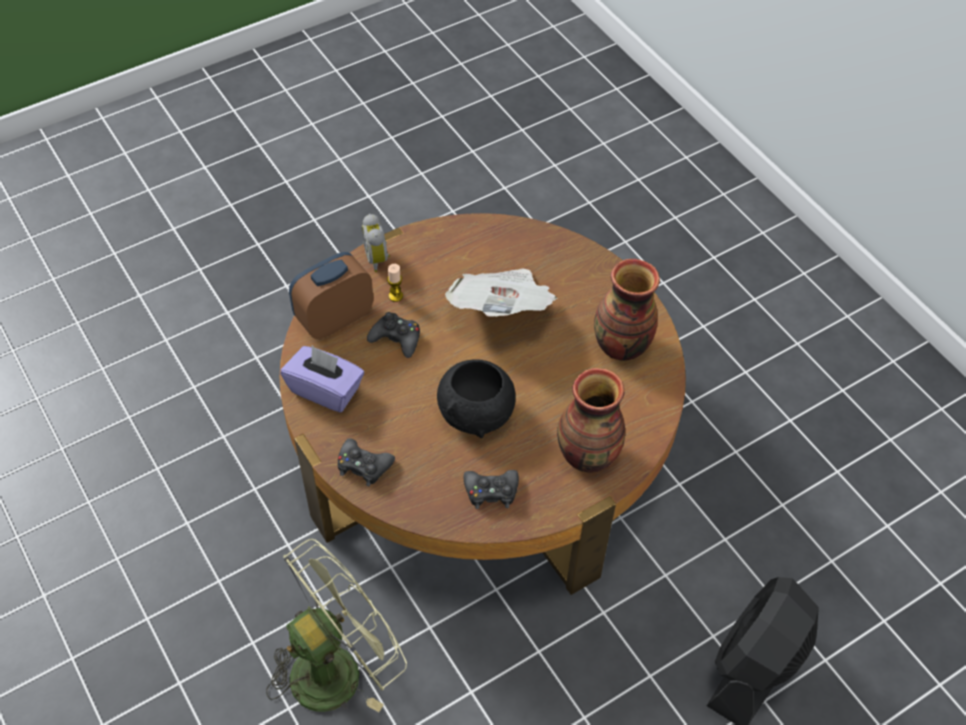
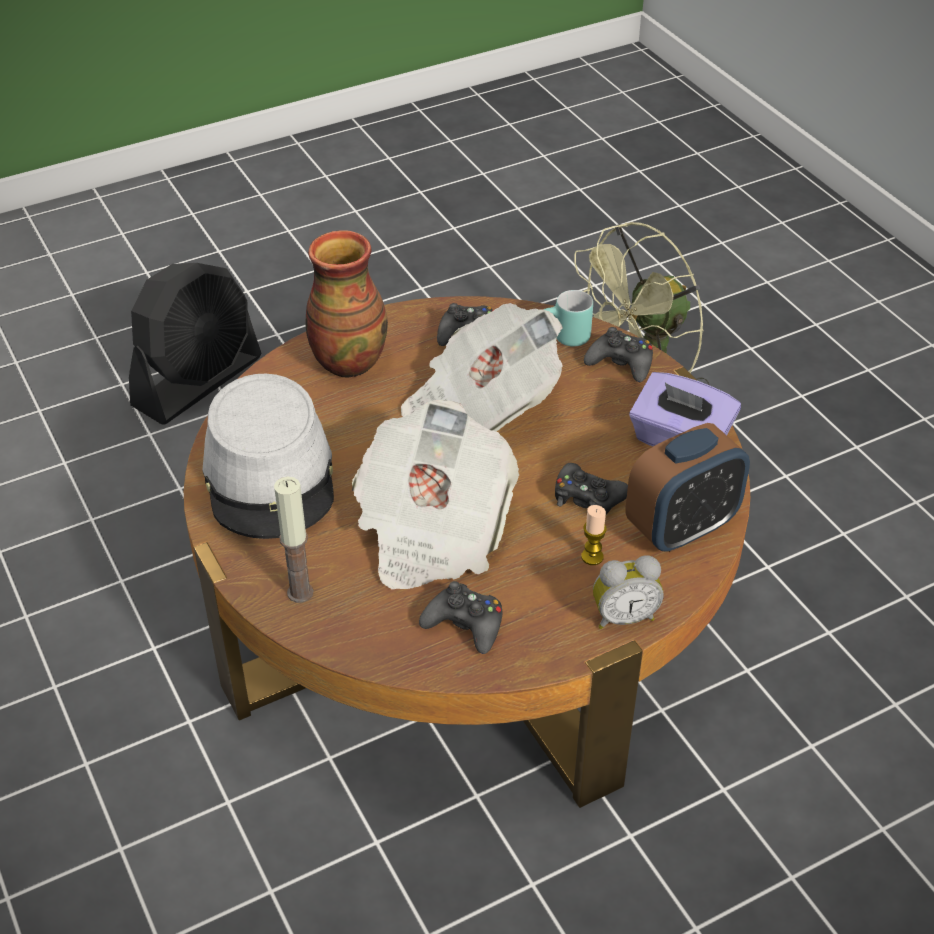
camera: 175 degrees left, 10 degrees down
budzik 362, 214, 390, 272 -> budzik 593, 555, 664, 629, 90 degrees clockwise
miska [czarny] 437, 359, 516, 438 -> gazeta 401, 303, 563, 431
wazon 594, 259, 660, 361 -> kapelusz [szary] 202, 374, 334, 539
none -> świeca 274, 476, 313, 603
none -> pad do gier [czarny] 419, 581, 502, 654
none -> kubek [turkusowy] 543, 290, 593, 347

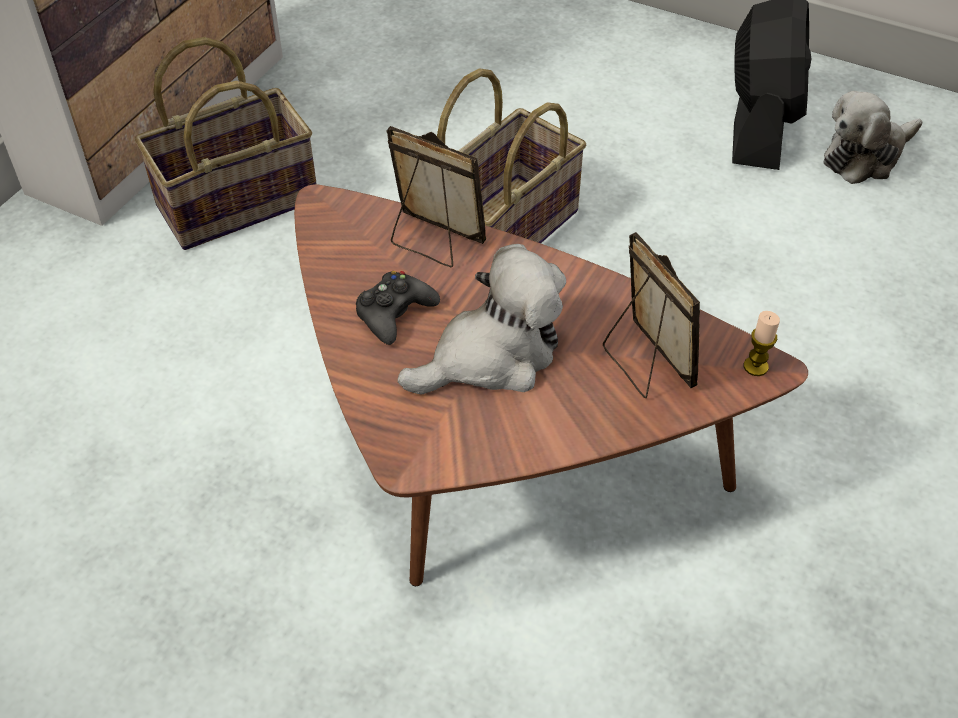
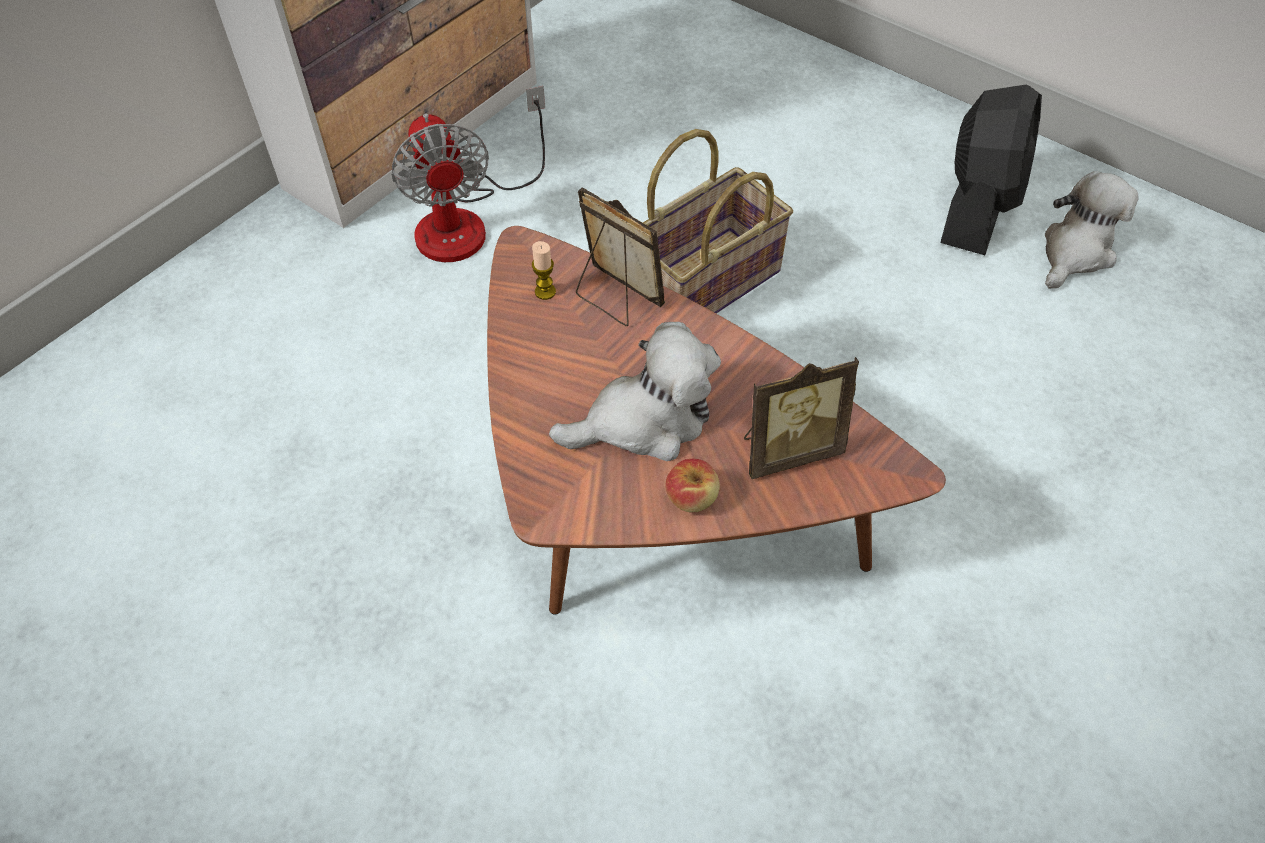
camera: 10 degrees right, 5 degrees up
koszyk 135, 37, 317, 250 -> wentylator 391, 86, 545, 262
pad do gier [czarny] 356, 271, 440, 345 -> none
ramka na zdjęcie 603, 232, 700, 398 -> ramka na zdjęcie 744, 357, 859, 479, 90 degrees clockwise
świeca 744, 311, 780, 376 -> świeca 532, 241, 556, 300, moved
pluszak 824, 91, 922, 184 -> pluszak 1045, 171, 1138, 289, 150 degrees clockwise
none -> jabłko 665, 459, 720, 513

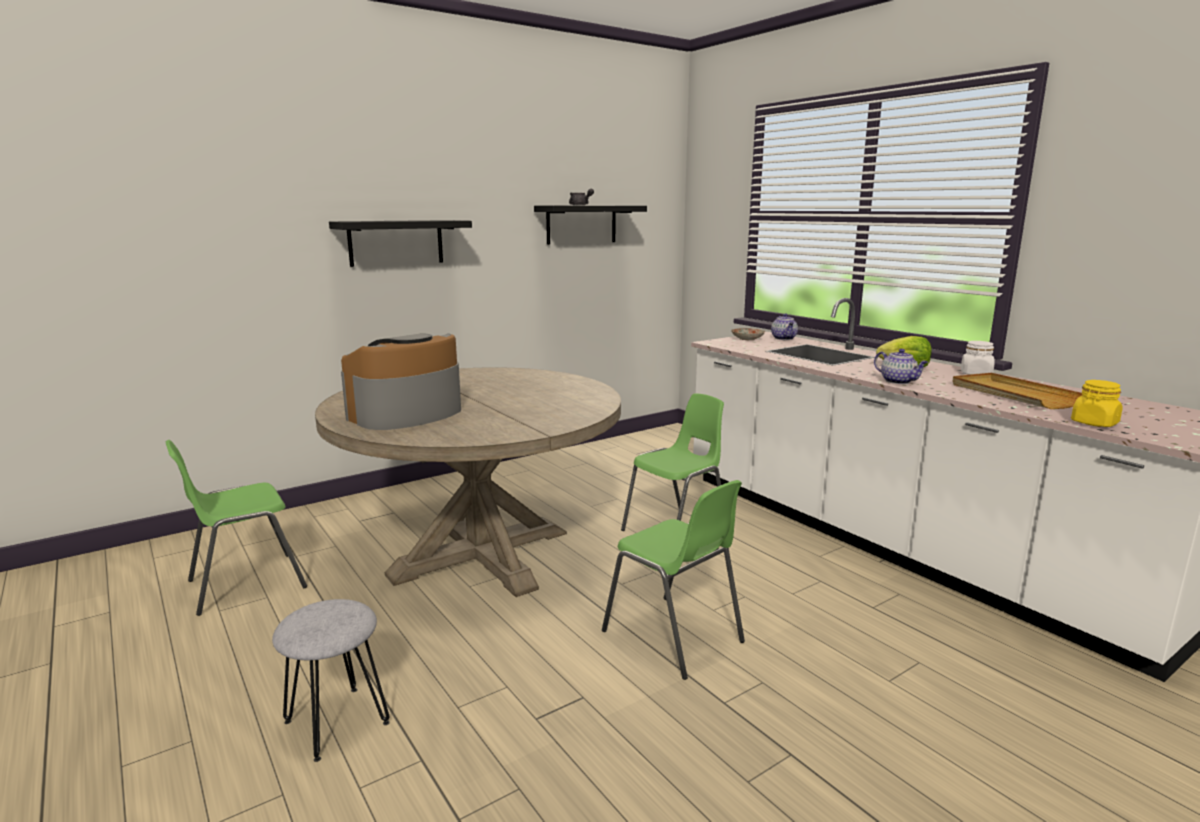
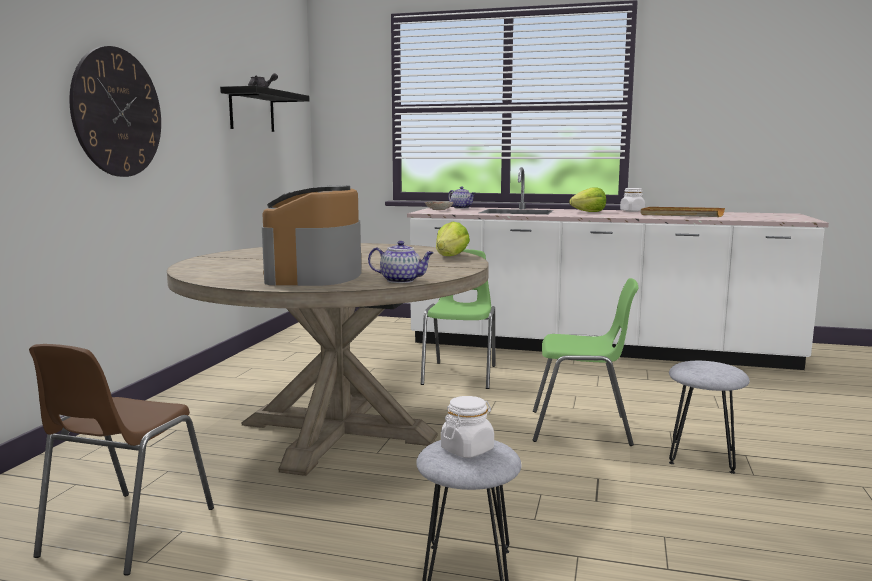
camera: 40 degrees left, 5 degrees down
krzesło [zielony] 166, 440, 307, 616 -> krzesło [brązowy] 29, 344, 214, 576
półka [czarny] 329, 220, 472, 267 -> zegar ścienny 69, 46, 161, 177
imbryk 874, 349, 928, 384 -> imbryk 368, 241, 434, 283, moved
słoik [żółty] 1071, 380, 1122, 427 -> none
none -> sałata 436, 222, 470, 256
none -> słoik [biały] 441, 396, 494, 458
none -> stołek [szary] 669, 361, 750, 474

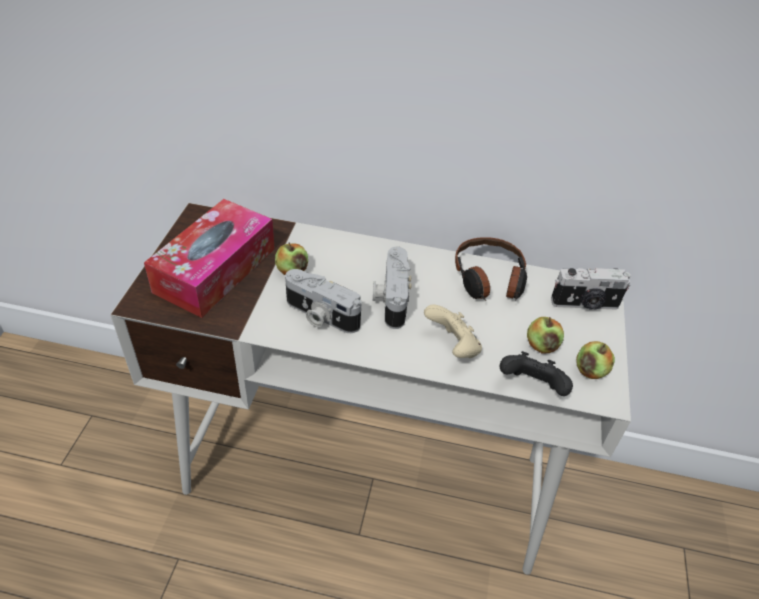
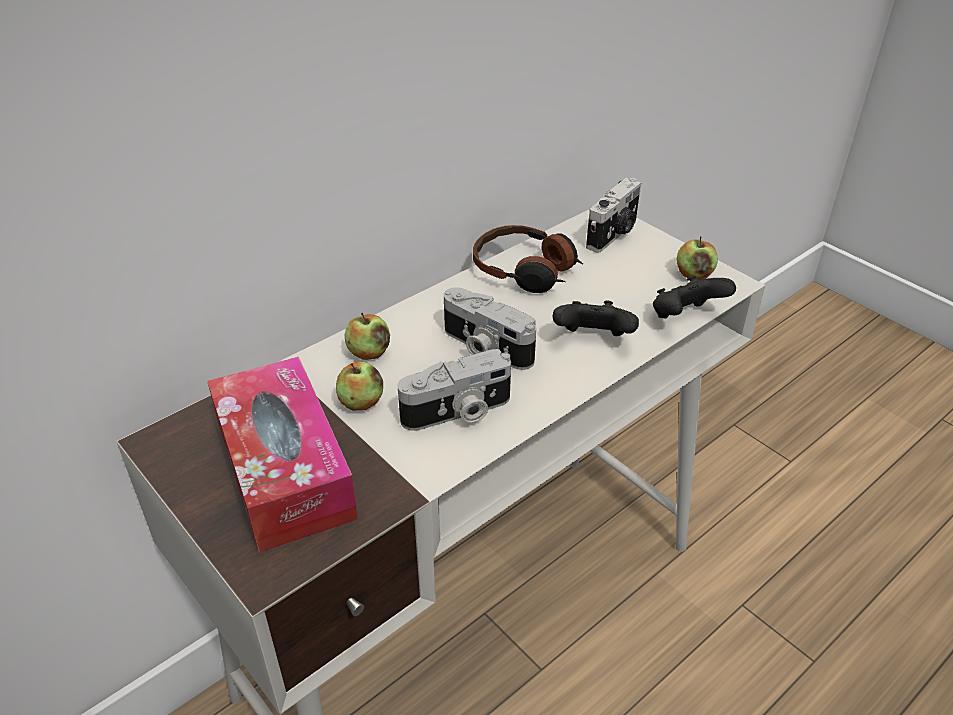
camera: 50 degrees left, 5 degrees down
pad do gier [beżowy] 424, 305, 482, 358 -> pad do gier [czarny] 553, 301, 639, 336
jabłko 527, 317, 564, 354 -> jabłko 345, 313, 390, 360, moved

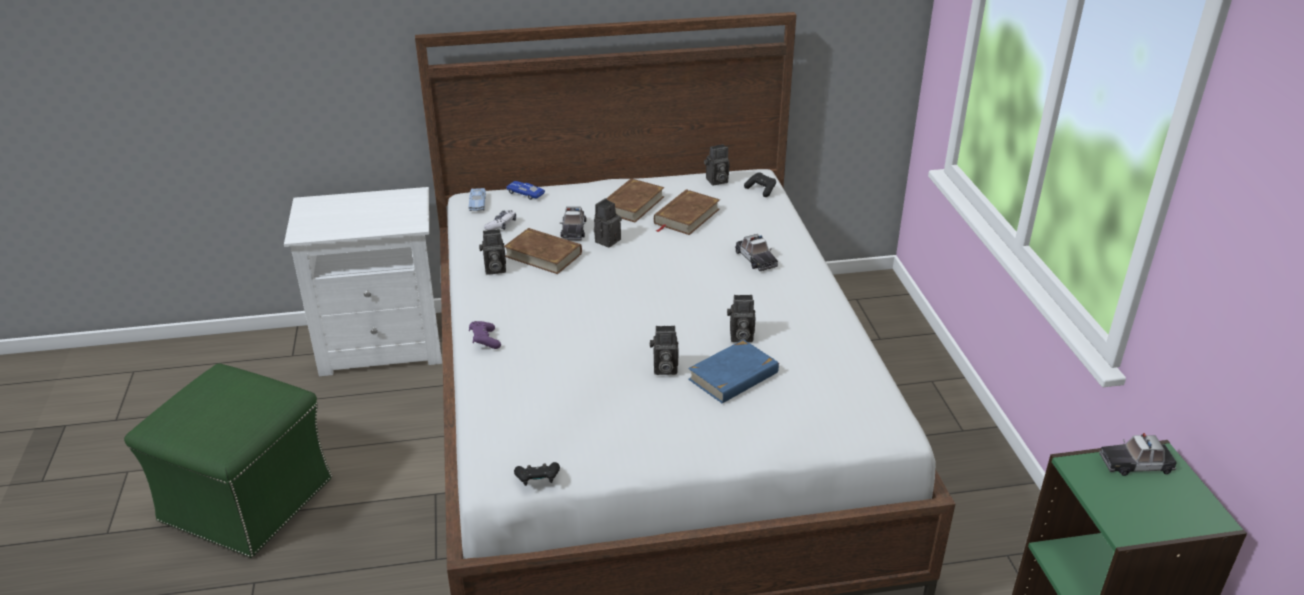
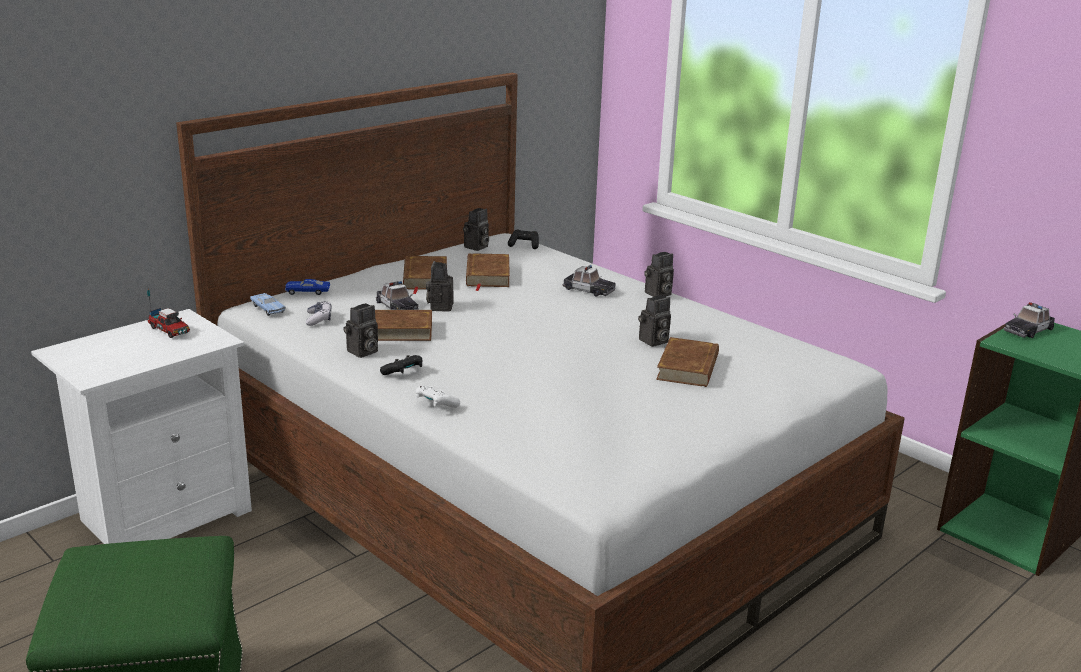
camera: 35 degrees left, 10 degrees down
pad do gier [fioletowy] 469, 321, 501, 349 -> pad do gier [biały] 415, 386, 460, 408
pad do gier [czarny] 514, 462, 560, 486 -> pad do gier [czarny] 380, 355, 422, 375, moved
aparat fotograficzny 650, 326, 679, 375 -> aparat fotograficzny 644, 252, 674, 297, moved
książka [niebieski] 688, 339, 779, 403 -> książka [brązowy] 656, 337, 719, 387
none -> ciężarówka zabawkowa 147, 288, 190, 338

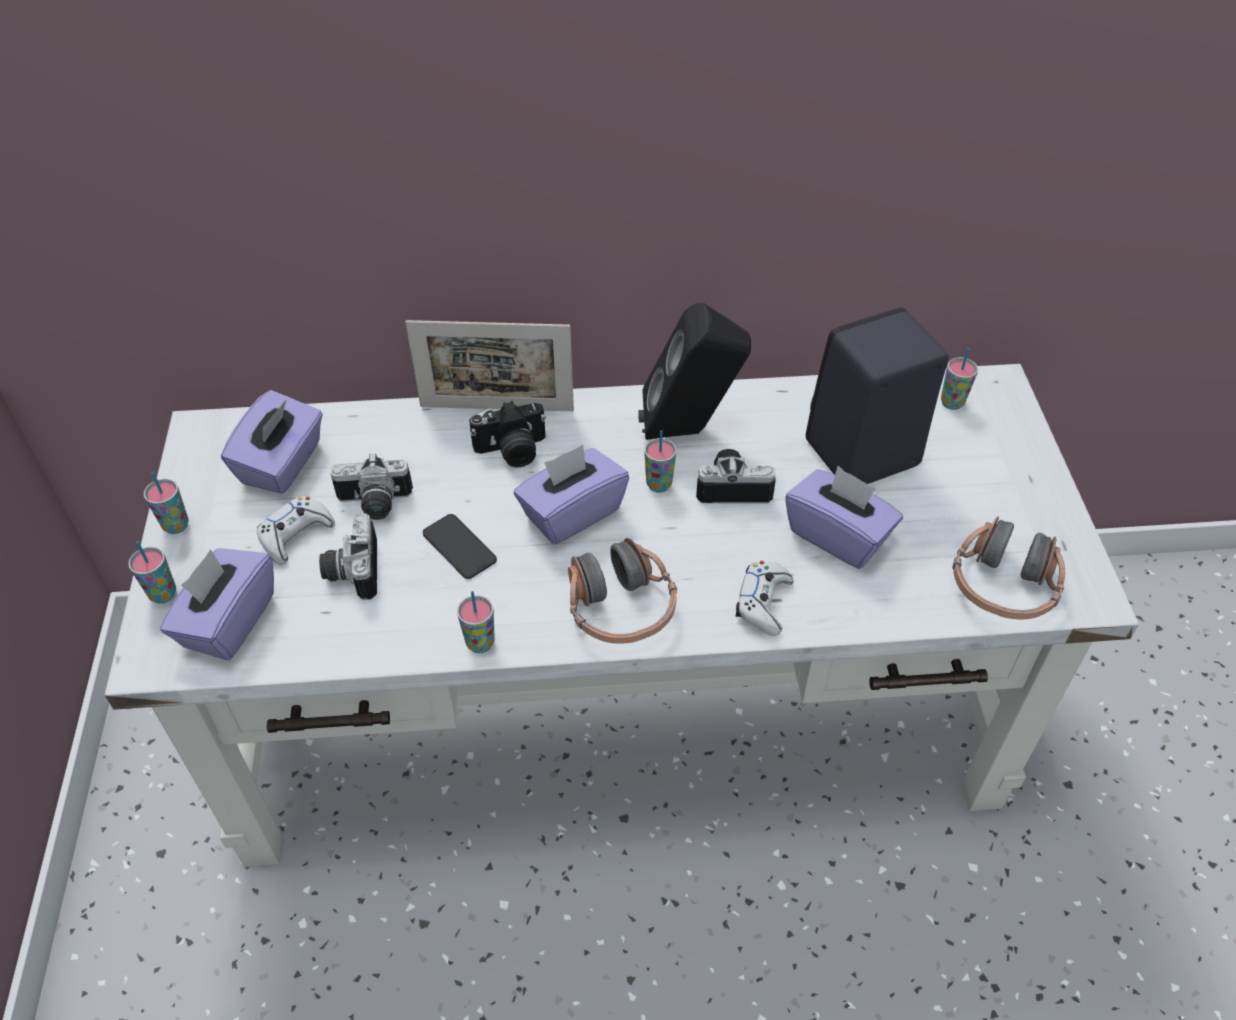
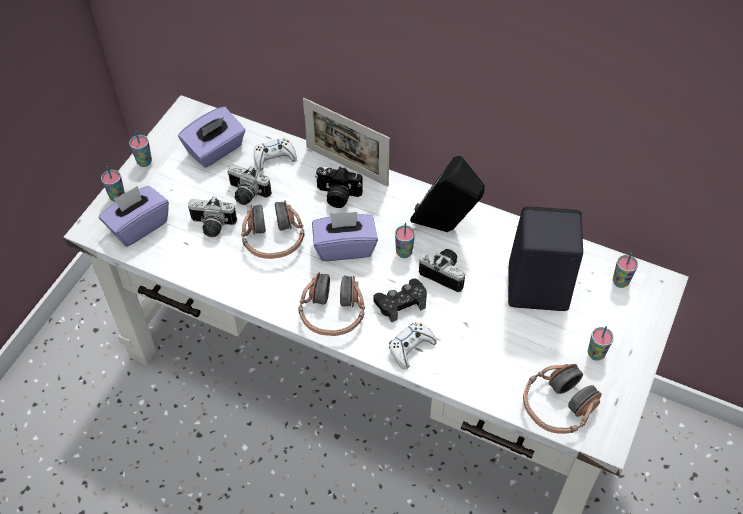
camera: 30 degrees right, 5 degrees up
pad do gier [biały] 257, 496, 335, 565 -> pad do gier [biały] 254, 138, 297, 171, moved
aparat fotograficzny 319, 513, 377, 600 -> aparat fotograficzny 188, 196, 237, 237, 105 degrees counterclockwise
telefon 423, 514, 497, 579 -> słuchawki 241, 200, 304, 259
filiżanka 457, 591, 495, 653 -> filiżanka 588, 326, 614, 361, moved
pudełko chusteczek [fioletowy] 785, 466, 903, 569 -> none
none -> pad do gier [czarny] 374, 279, 427, 323

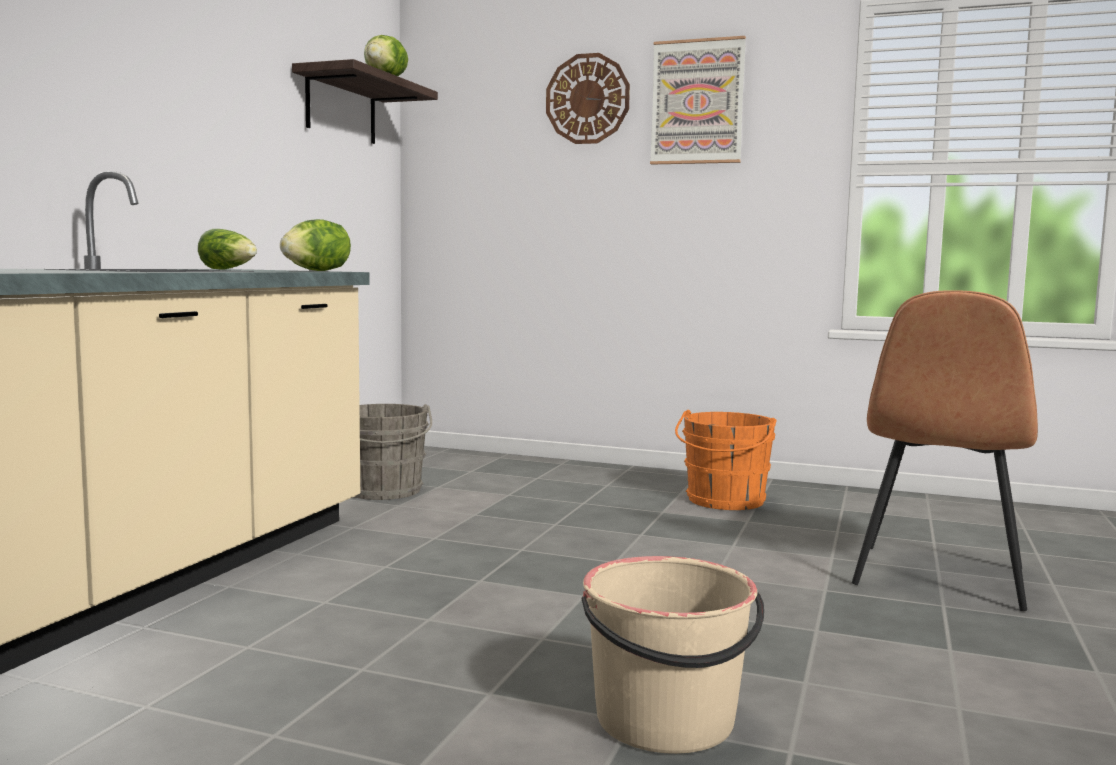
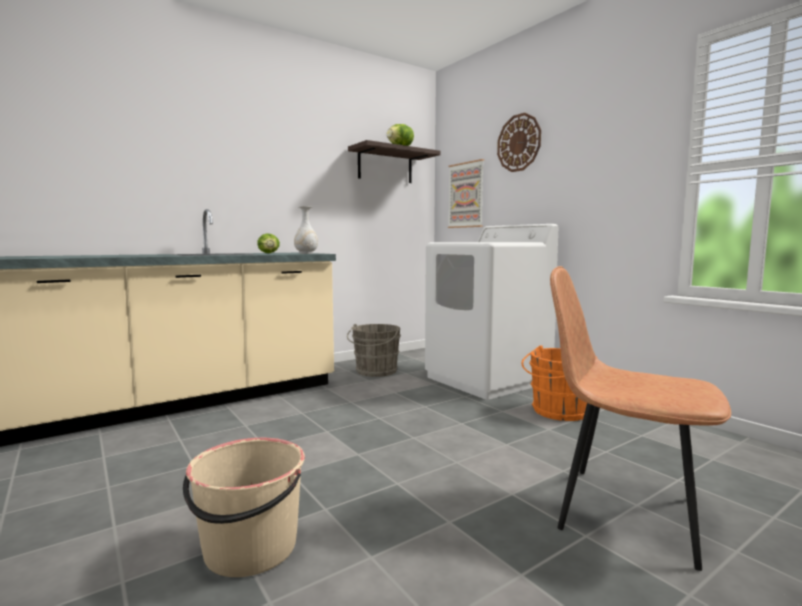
camera: 35 degrees right, 0 degrees up
sałata 280, 219, 351, 271 -> wazon [biały] 294, 206, 318, 254
obraz 650, 36, 746, 165 -> obraz 448, 159, 484, 228, moved
krzesło [brązowy] 852, 290, 1038, 611 -> krzesło [brązowy] 550, 266, 731, 571, 60 degrees clockwise
none -> pralka [biały] 425, 224, 558, 400

